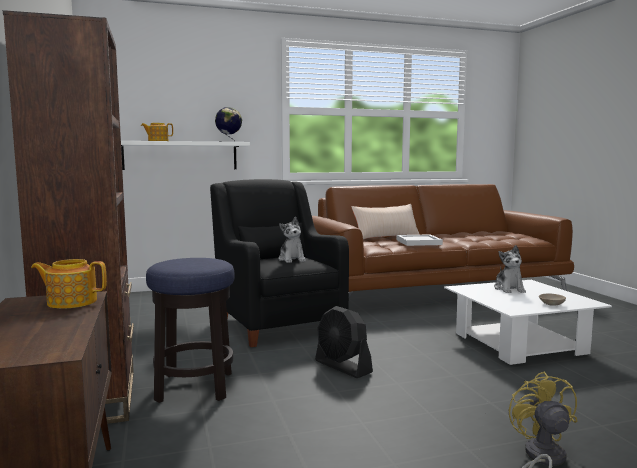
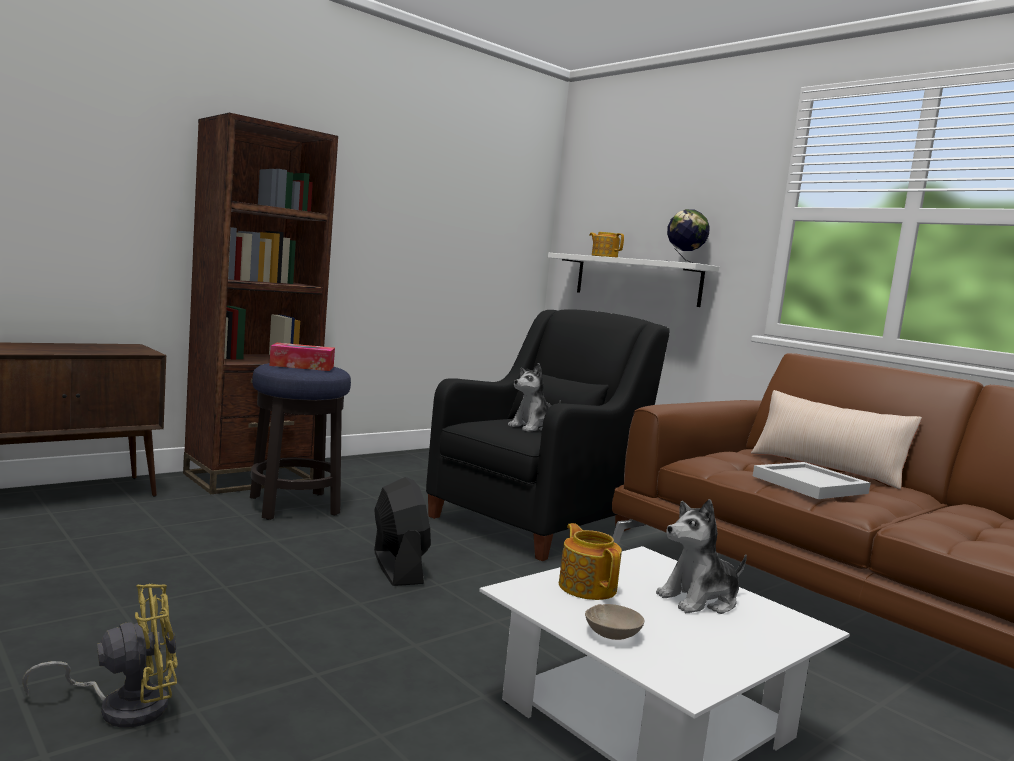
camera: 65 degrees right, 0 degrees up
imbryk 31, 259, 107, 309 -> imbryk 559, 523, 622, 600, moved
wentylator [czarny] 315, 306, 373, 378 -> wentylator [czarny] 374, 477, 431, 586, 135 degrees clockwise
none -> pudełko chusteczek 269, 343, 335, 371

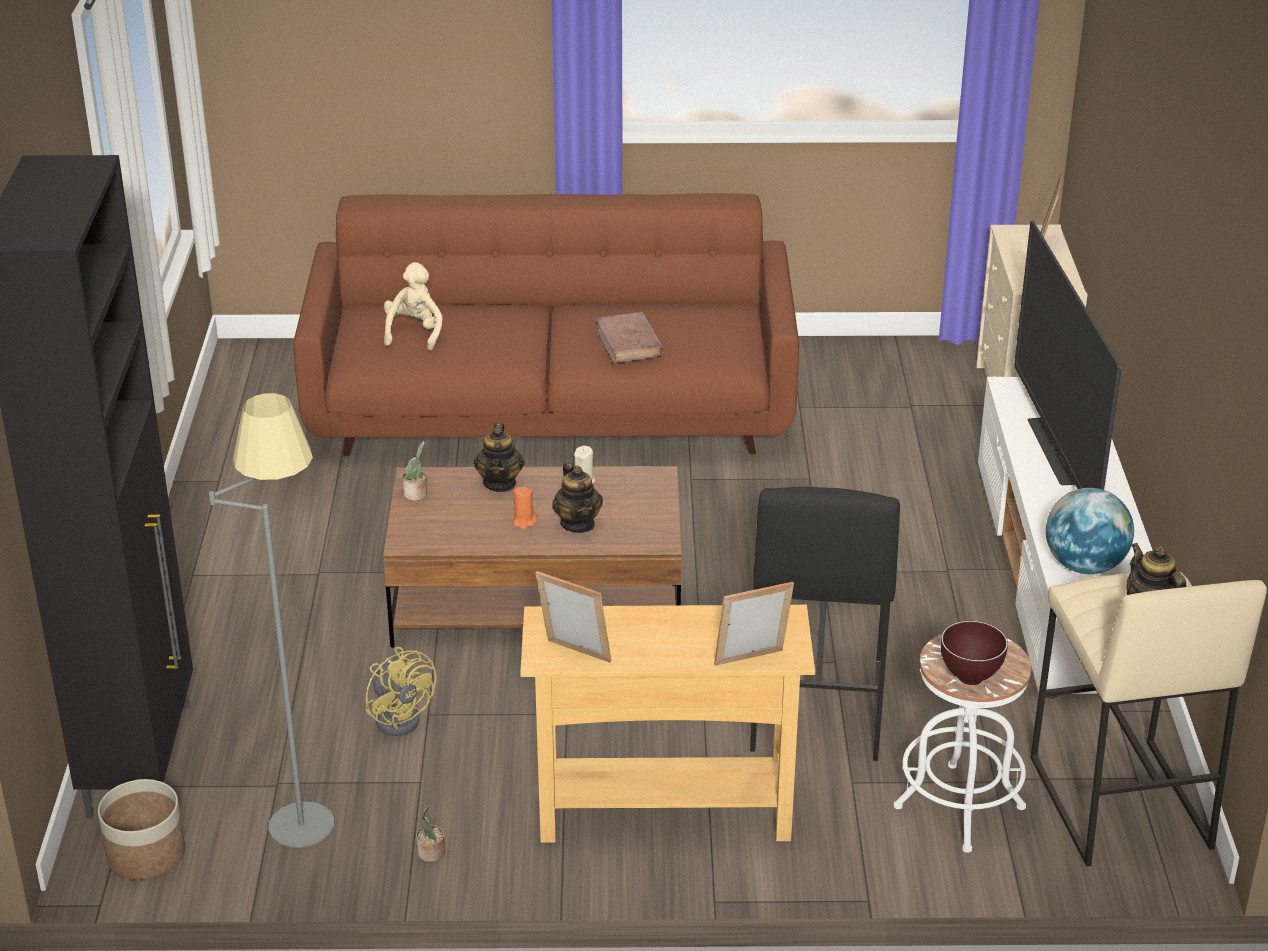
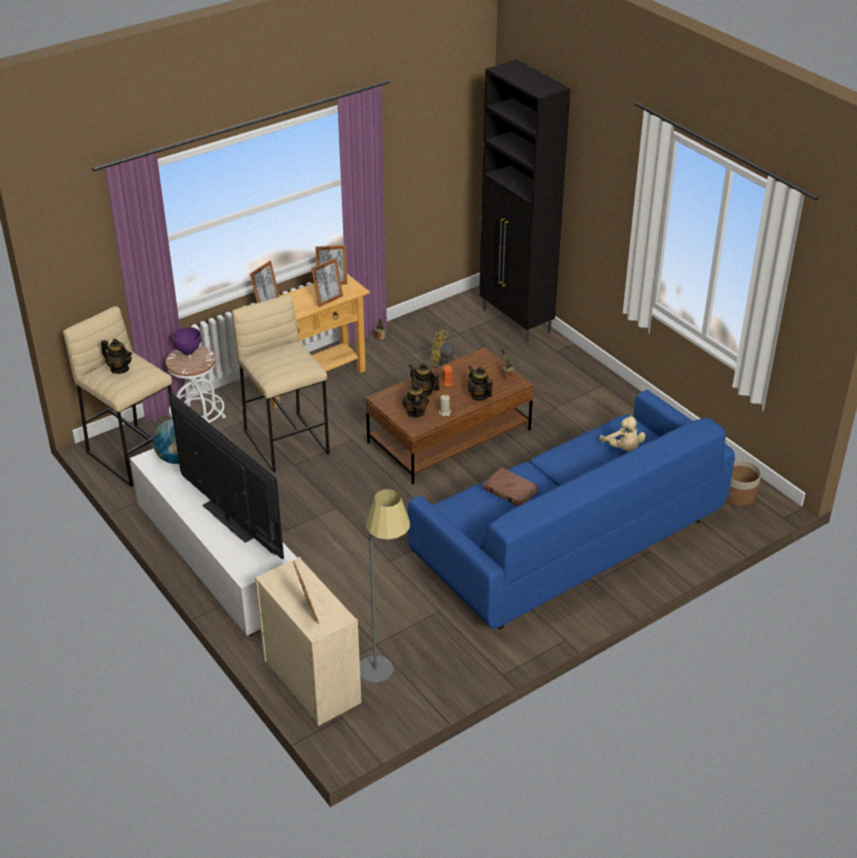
camera: 145 degrees right, 5 degrees up
donica 98, 779, 185, 880 -> donica 726, 460, 761, 506, moved
lampa stojąca [szary] 209, 393, 334, 848 -> lampa stojąca [szary] 360, 489, 410, 683, moved
kanapa [brązowy] 293, 193, 799, 456 -> kanapa [niebieski] 408, 390, 735, 630
stołek [czarny] 750, 487, 900, 761 -> stołek [beżowy] 232, 295, 330, 473
miska [brązowy] 941, 621, 1008, 685 -> miska [fioletowy] 172, 327, 201, 355
none -> ramka na zdjęcie 311, 258, 343, 307
none -> imbryk 402, 381, 429, 418

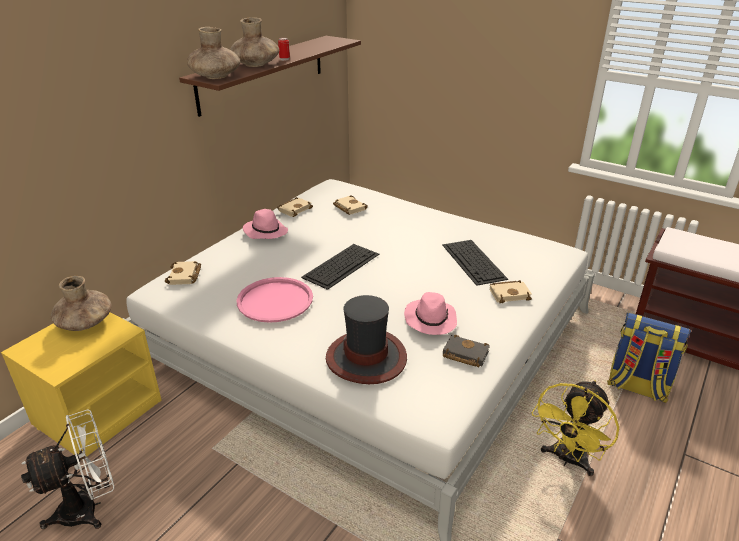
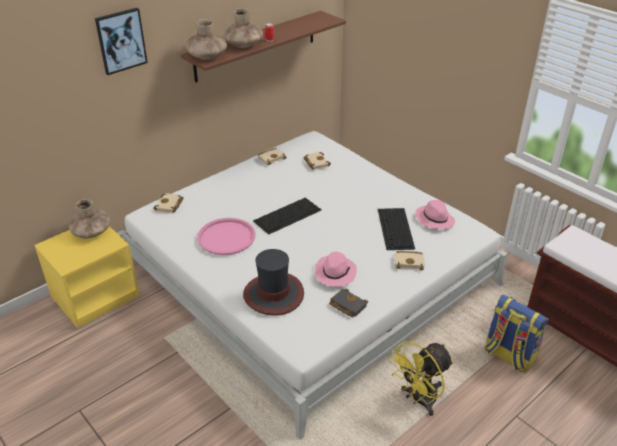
camera: 15 degrees right, 5 degrees up
wentylator [biały] 21, 409, 114, 529 -> none
kapelusz [różowy] 243, 209, 288, 239 -> kapelusz [różowy] 415, 200, 455, 229, moved
none -> obraz 95, 8, 148, 75

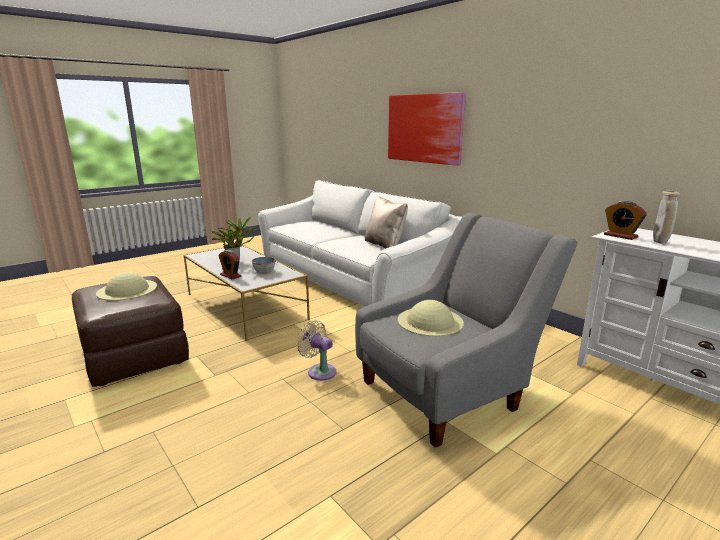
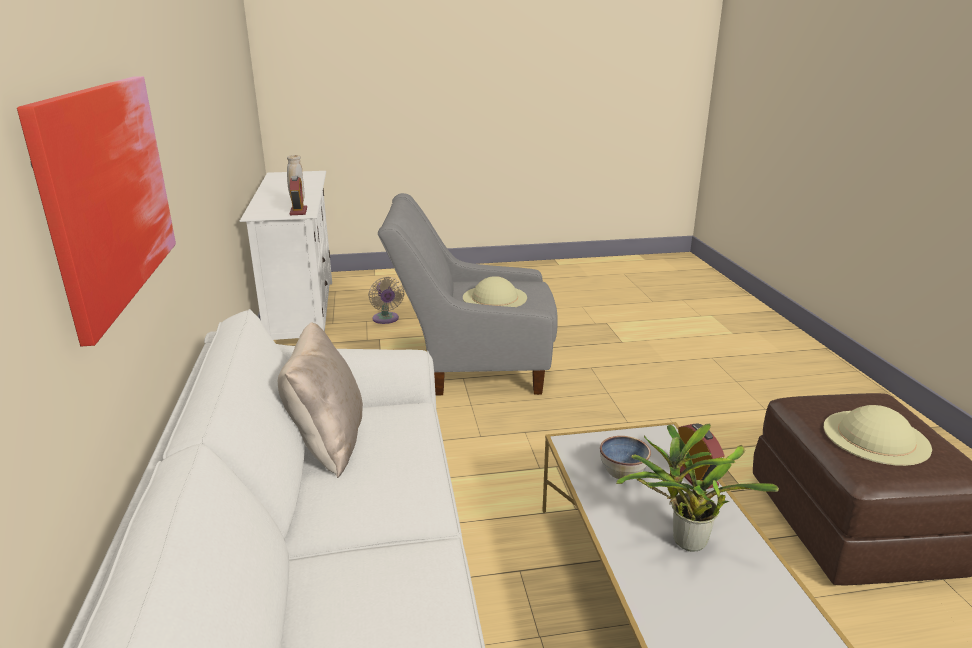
camera: 150 degrees left, 5 degrees up
wentylator [beżowy] 297, 320, 336, 381 -> wentylator [beżowy] 368, 277, 404, 324, moved

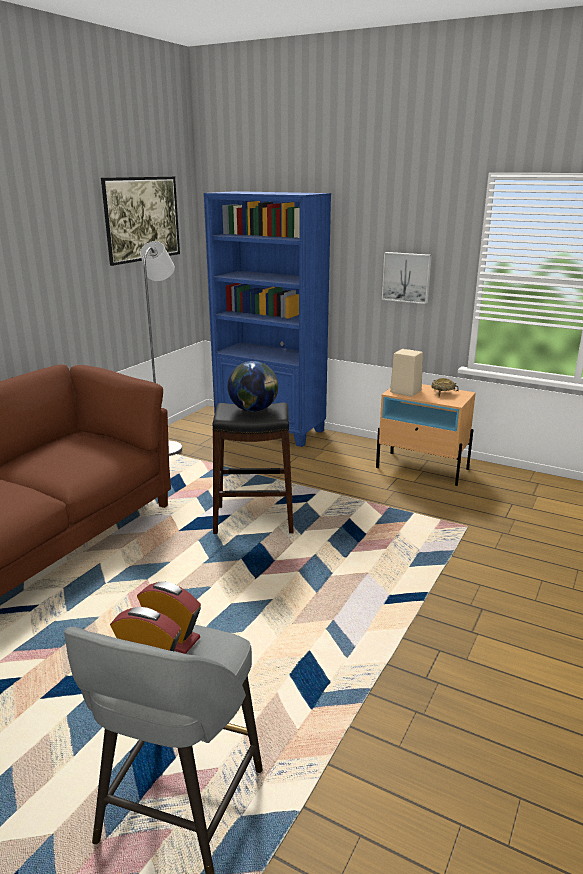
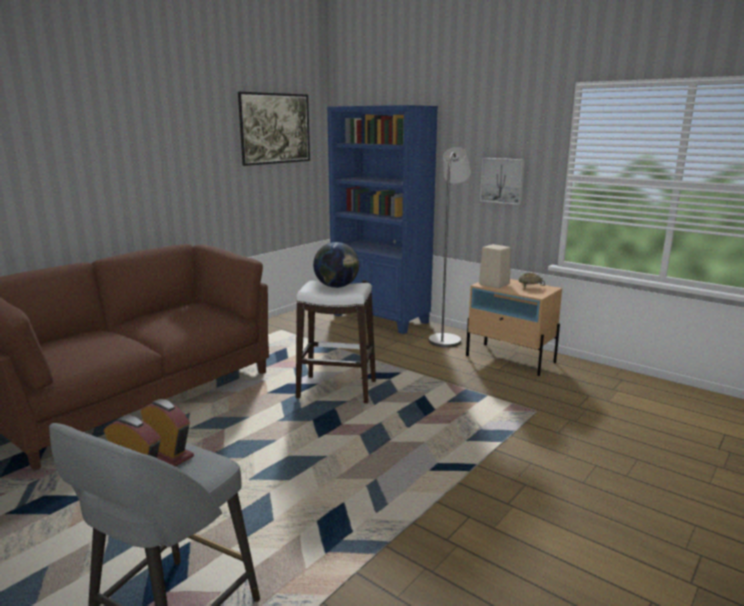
camera: 10 degrees right, 5 degrees down
lampa stojąca [szary] 140, 241, 182, 456 -> lampa stojąca [szary] 429, 147, 471, 348, moved
stołek [czarny] 212, 402, 294, 534 -> stołek [biały] 296, 280, 376, 403

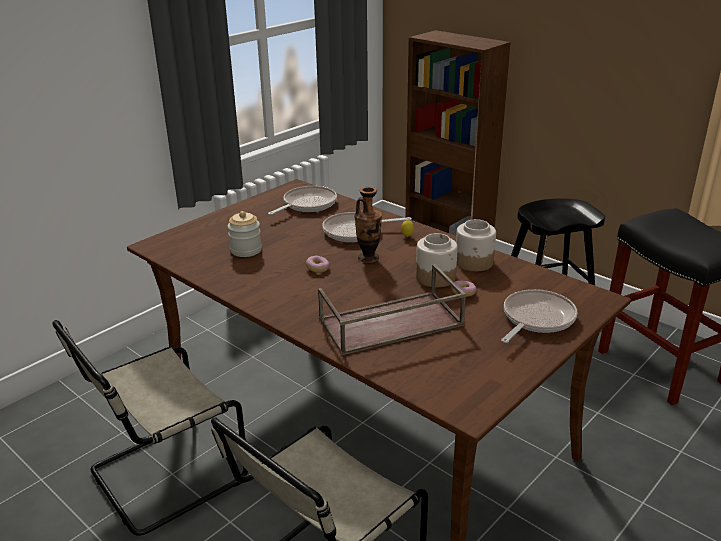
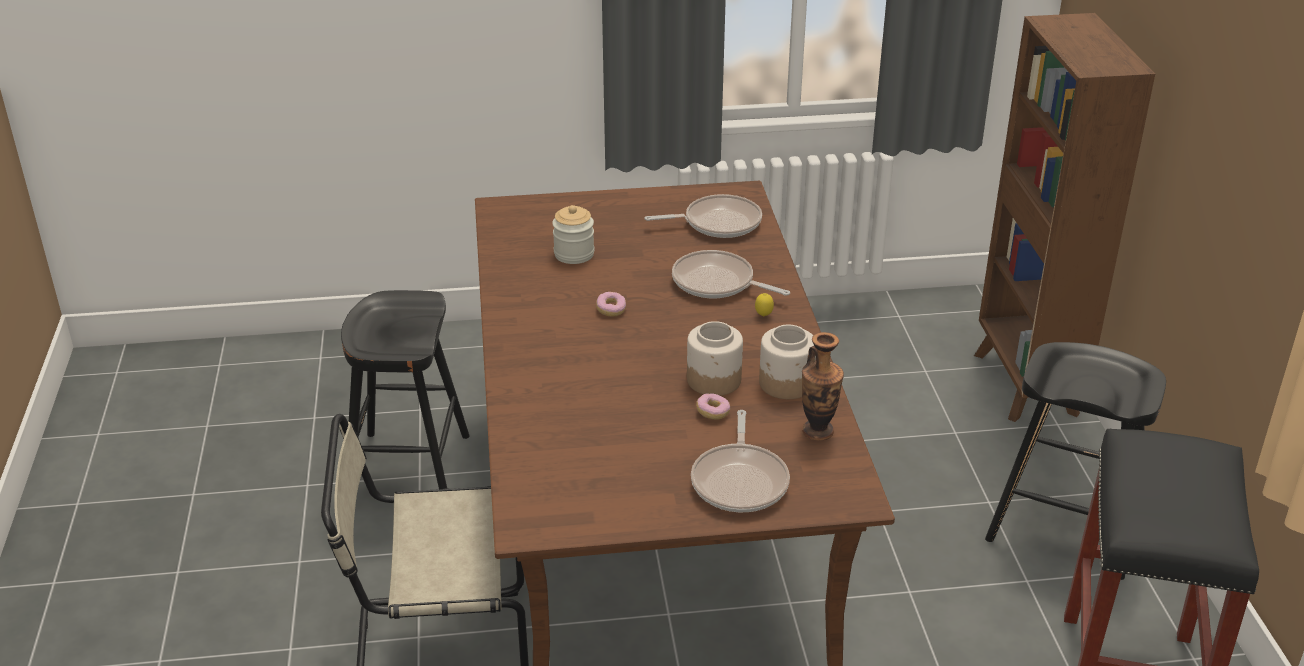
camera: 40 degrees right, 5 degrees up
krzesło [beżowy] 52, 320, 248, 535 -> stołek [czarny] 341, 290, 470, 489
taca [brązowy] 318, 264, 466, 355 -> none
wazon 354, 187, 382, 263 -> wazon 802, 332, 844, 441, moved
patelnia 501, 289, 578, 343 -> patelnia 691, 410, 790, 512, 105 degrees clockwise

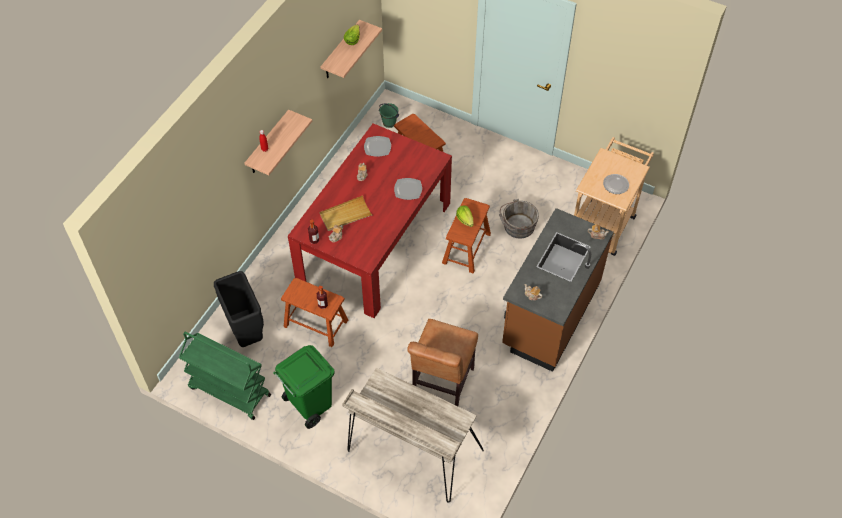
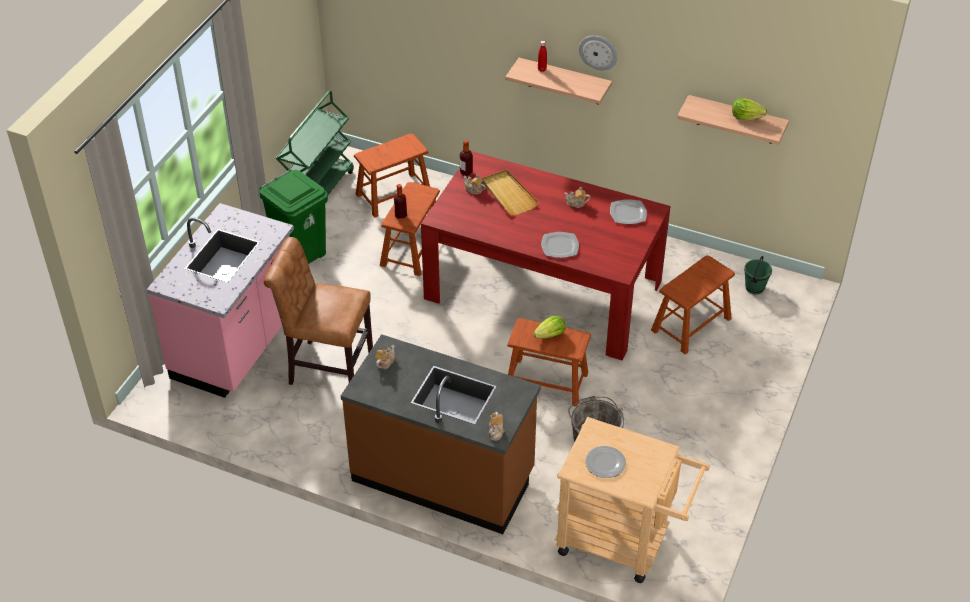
camera: 85 degrees right, 10 degrees down
kosz na śmieci [czarny] 214, 271, 264, 347 -> stołek [brązowy] 354, 134, 430, 218
biurko [beżowy] 342, 367, 484, 502 -> zabudowa kuchenna [różowy] 147, 203, 294, 398
none -> zegar ścienny 579, 36, 618, 70

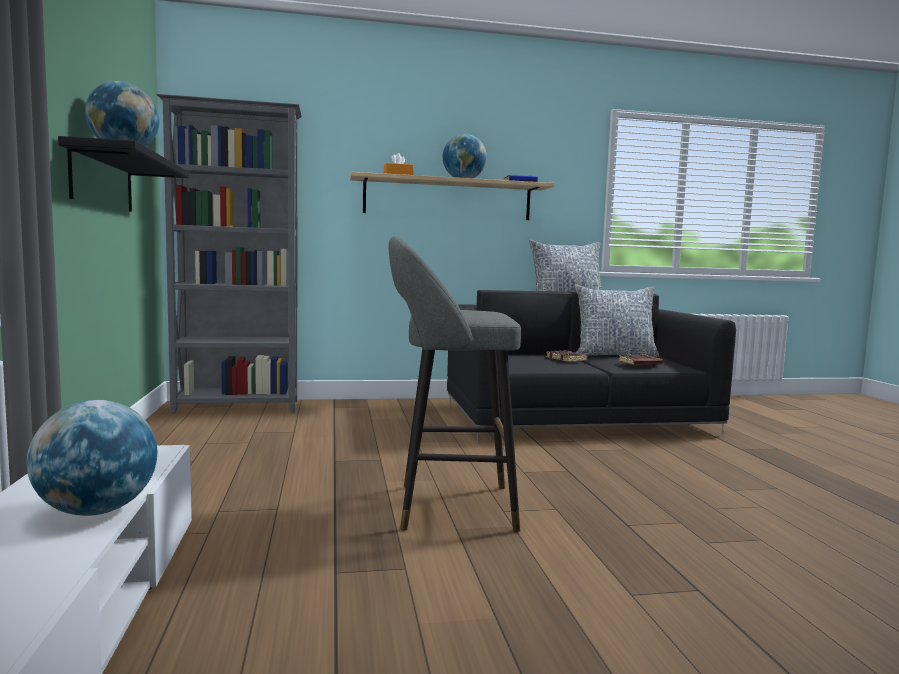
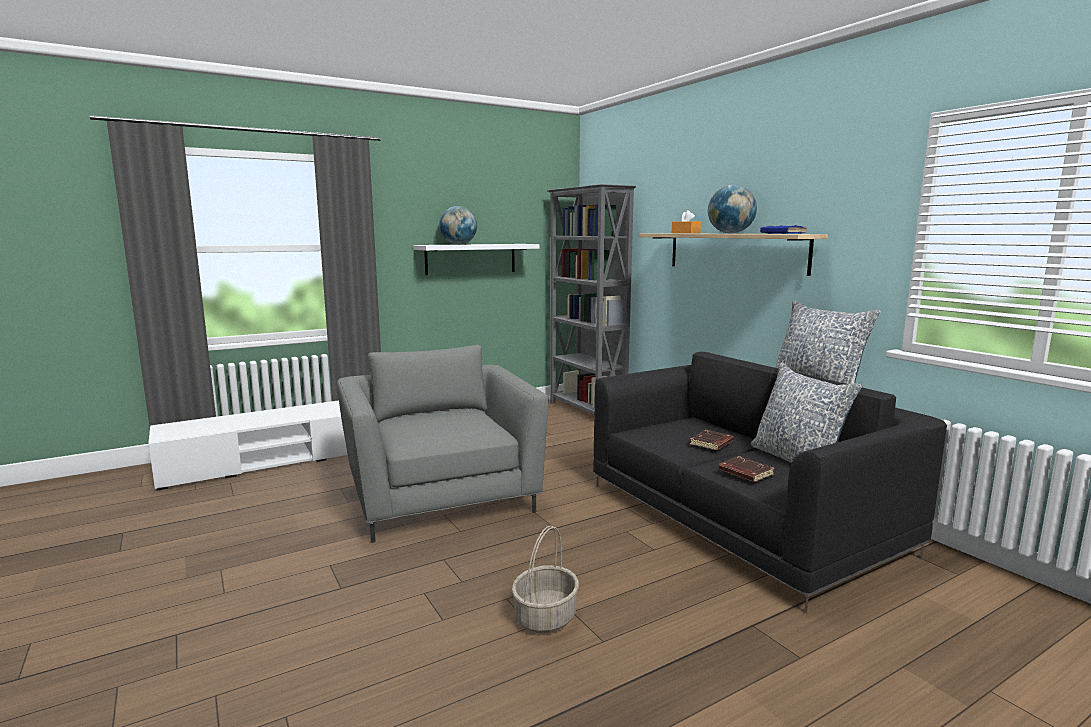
camera: 70 degrees right, 5 degrees up
globus 27, 400, 158, 516 -> none
półka [czarny] 58, 136, 189, 212 -> półka [biały] 413, 244, 539, 275
stołek [szary] 389, 236, 521, 532 -> fotel [szary] 337, 345, 548, 543
none -> koszyk 512, 525, 579, 634

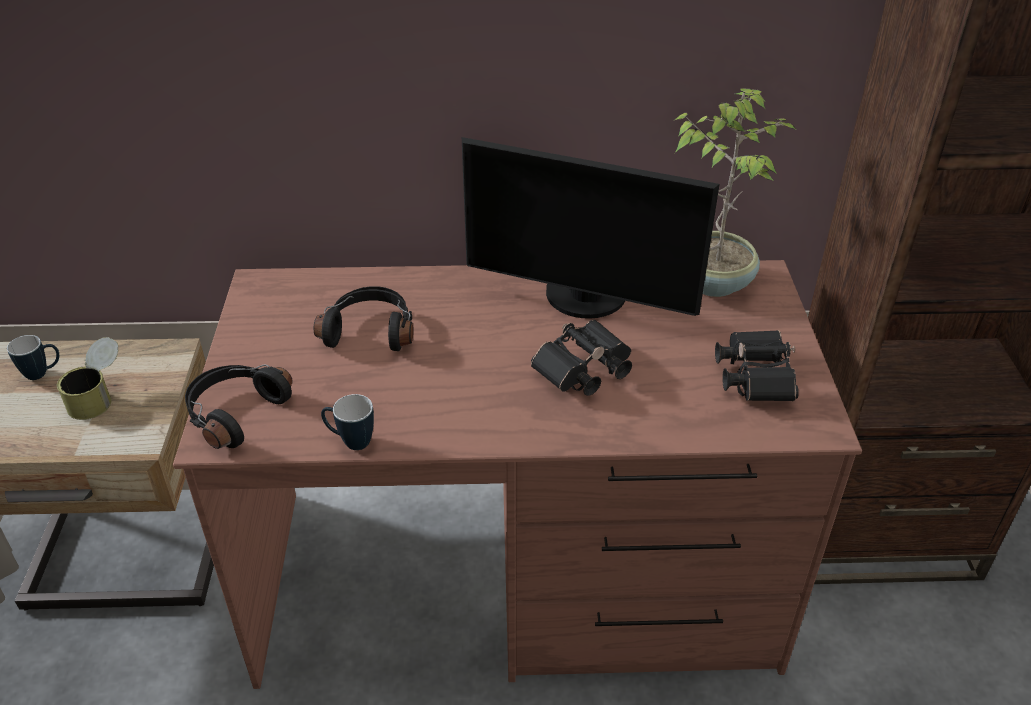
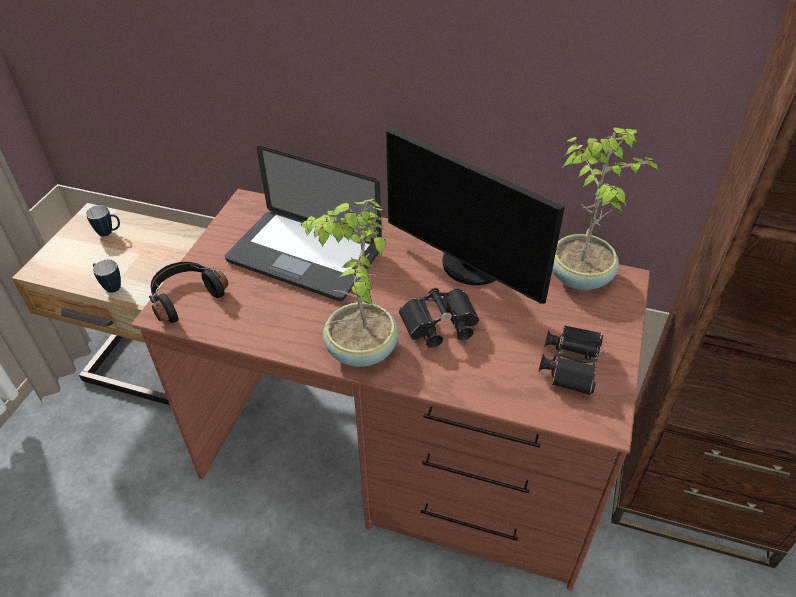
camera: 20 degrees right, 5 degrees up
puszka 57, 337, 119, 420 -> none
słuchawki [czarny] 314, 286, 413, 351 -> laptop 225, 145, 382, 301
kubek 321, 394, 374, 450 -> kubek 93, 259, 121, 293, moved
none -> roślina doniczkowa 300, 199, 398, 367

